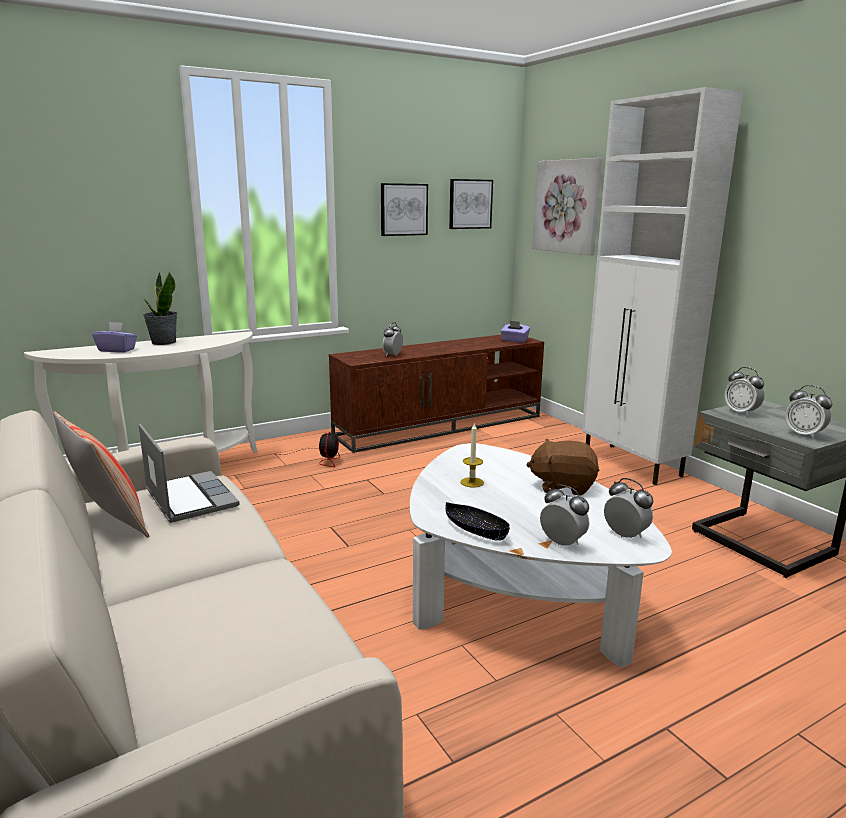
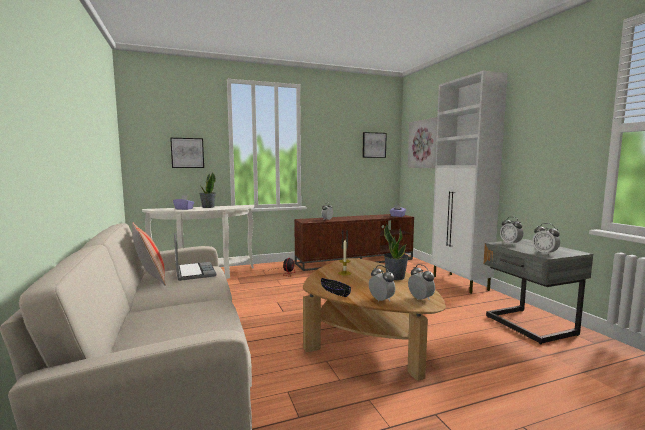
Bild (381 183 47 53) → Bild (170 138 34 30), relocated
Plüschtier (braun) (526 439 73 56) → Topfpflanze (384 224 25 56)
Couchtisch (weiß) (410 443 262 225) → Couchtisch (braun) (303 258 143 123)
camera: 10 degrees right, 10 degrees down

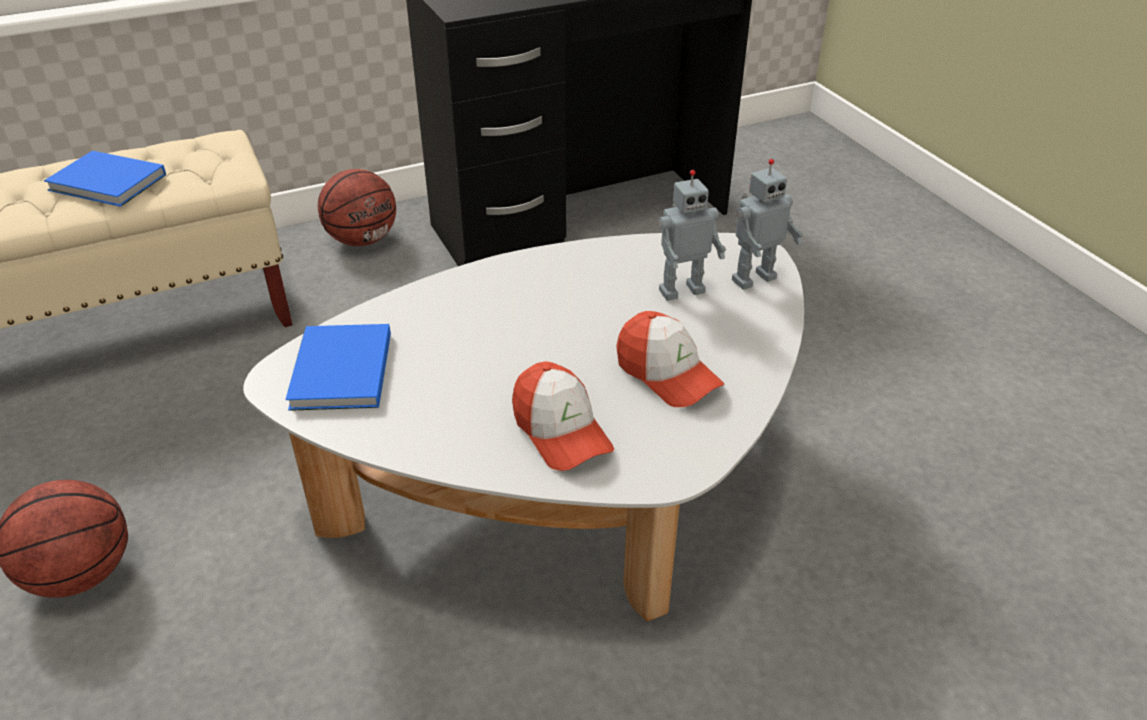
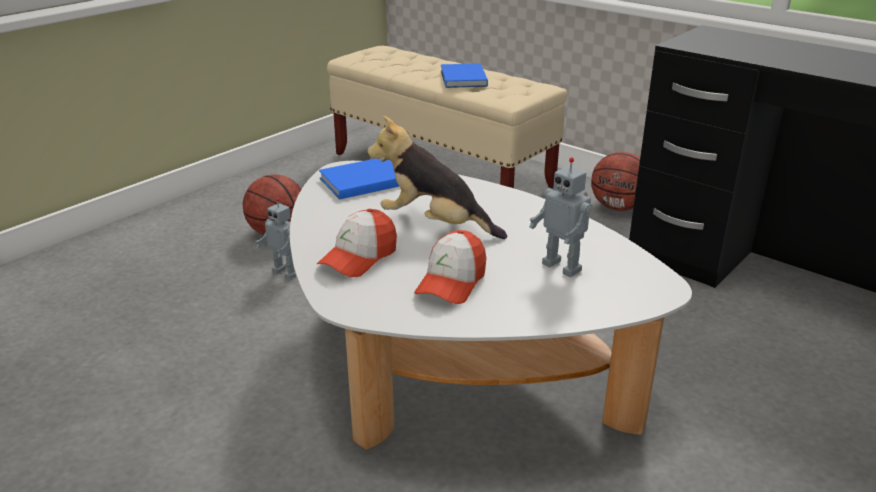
Spielzeugroboter (732 159 72 131) → Spielzeugroboter (256 198 40 82), relocated
- → Plüschtier (367 116 140 123)
camera: 65 degrees right, 10 degrees down

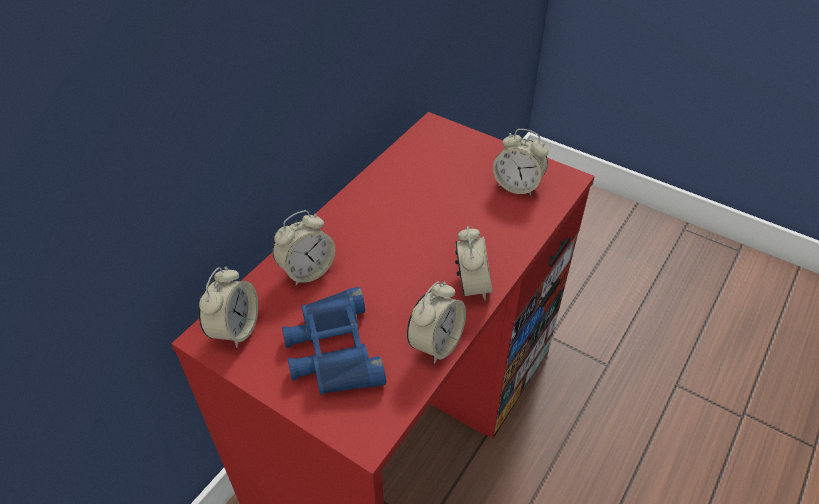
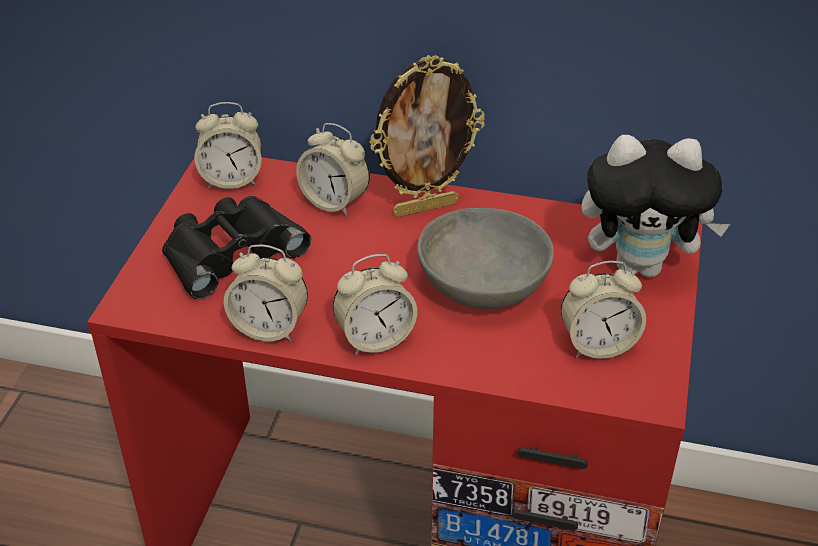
Wecker (493 129 56 67) → Wecker (561 261 85 98), 105 degrees counterclockwise
Fernglas (blau) (282 287 104 108) → Fernglas (schwarz) (162 196 149 103)
- → Bilderrahmen (369 55 116 162)
- → Plüschtier (581 135 149 143)
- → Schüssel (grau) (417 208 137 101)
camera: 70 degrees right, 5 degrees down

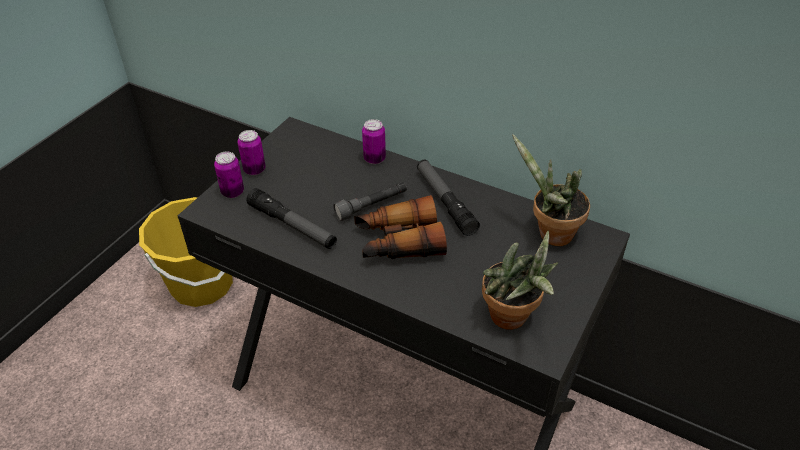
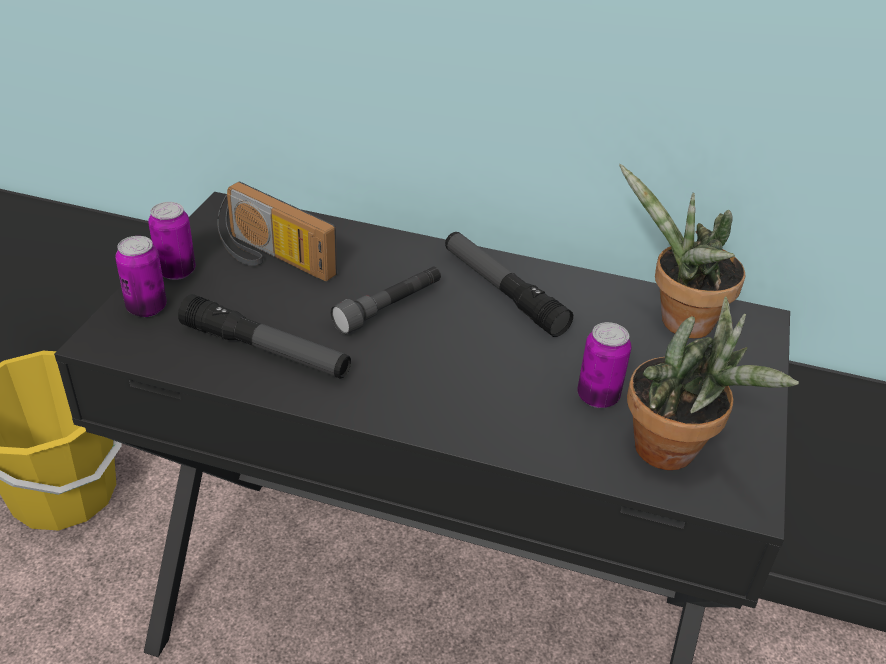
Dose (362 119 24 45) → Dose (577 322 54 86), relocated
Fernglas (354 195 93 64) → -
- → Radio (217 182 120 99)
camera: 15 degrees left, 5 degrees down

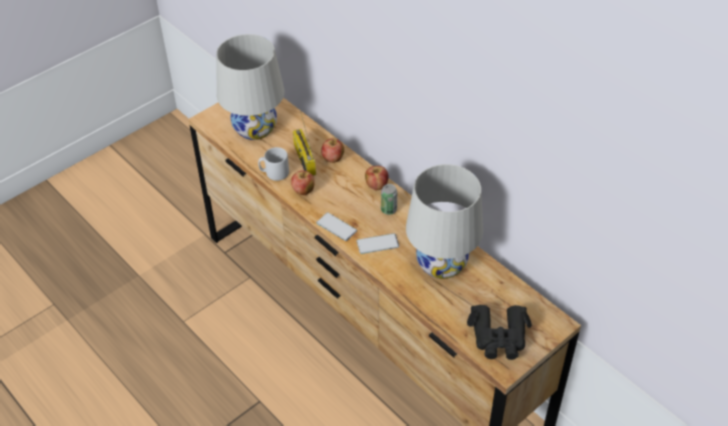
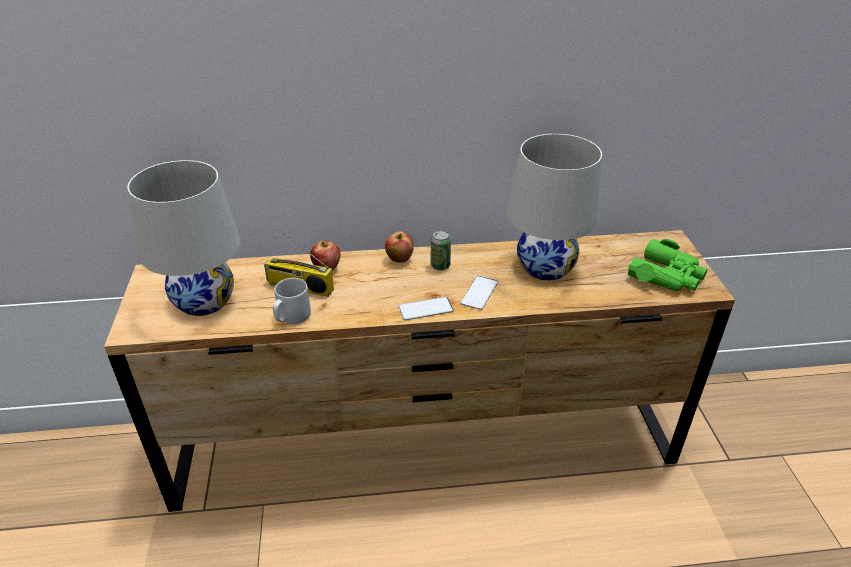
Apfel (291 170 24 25) → -
Fernglas (schwarz) (467 305 65 55) → Fernglas (grün) (628 239 79 52)
camera: 55 degrees left, 10 degrees down

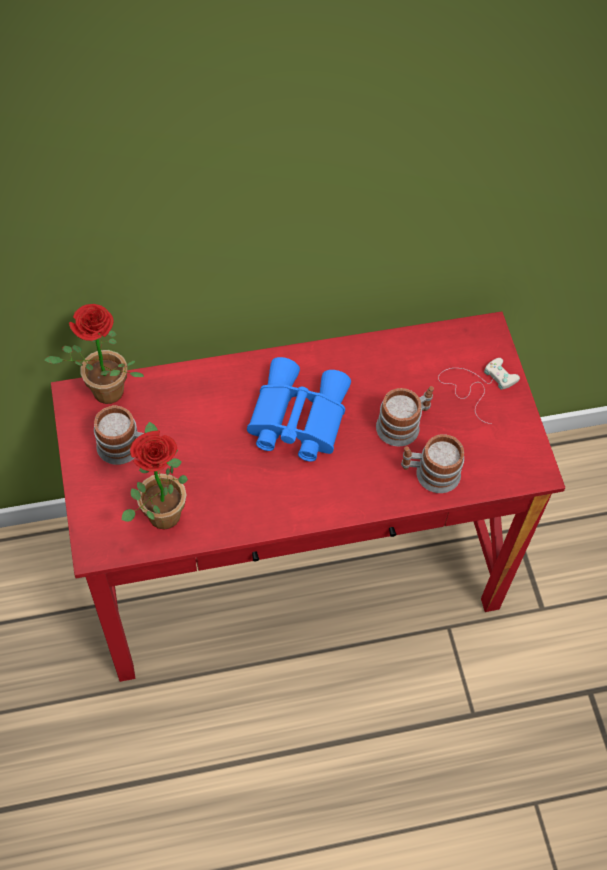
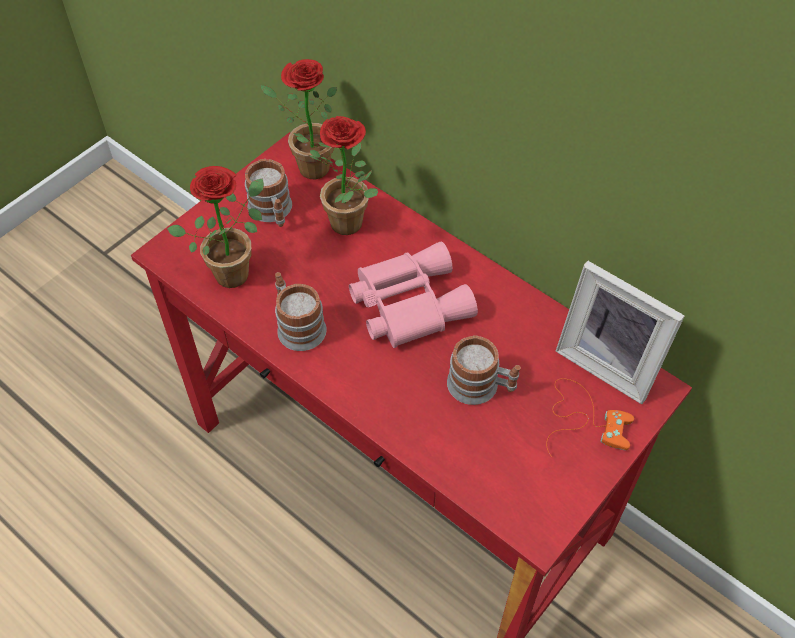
Fernglas (blau) (247 357 104 105) → Fernglas (rosa) (349 241 129 107)
Gamepad (weiß) (438 358 82 66) → Gamepad (orange) (546 378 88 79)
Henkelbecher (401 434 63 59) → Henkelbecher (275 272 52 79), relocated
- → Topfpflanze (308 116 70 119)
- → Bilderrahmen (556 261 129 143)
camera: 55 degrees right, 5 degrees down

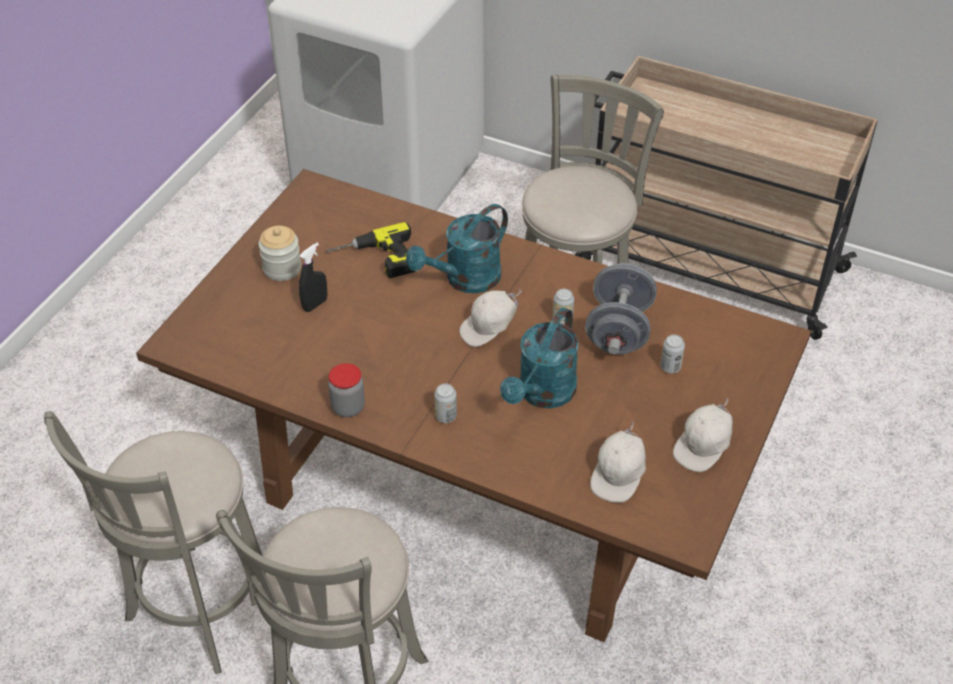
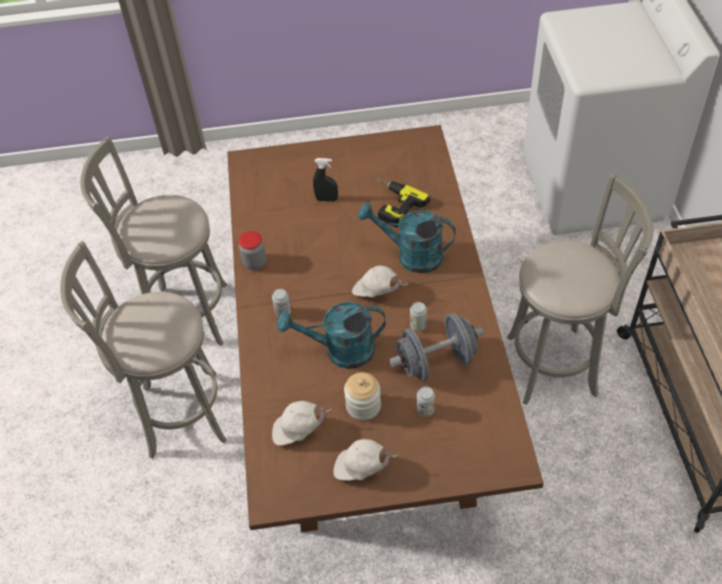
Vorratsglas (259 226 42 55) → Vorratsglas (344 372 37 49), relocated
camera: 60 degrees right, 5 degrees up

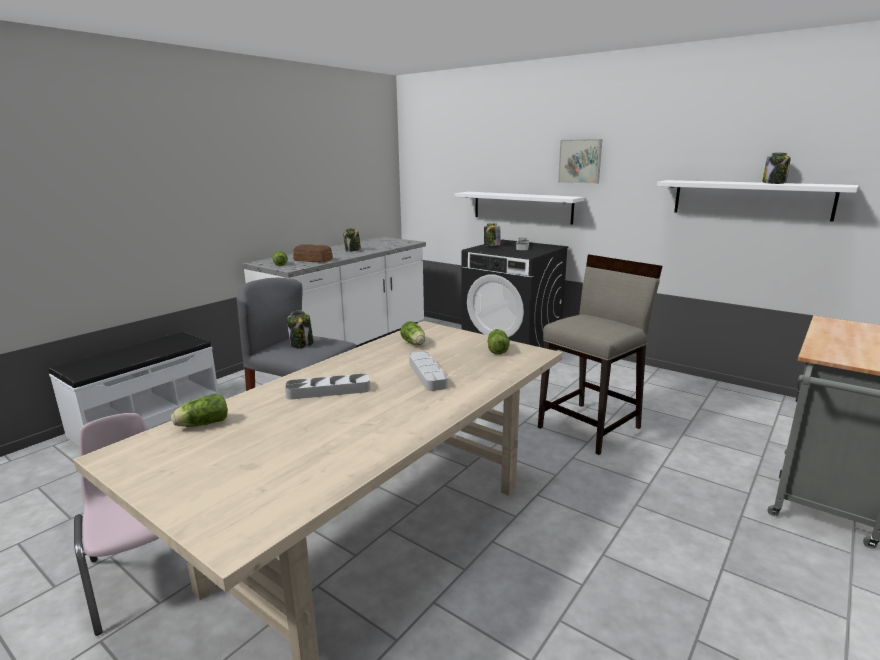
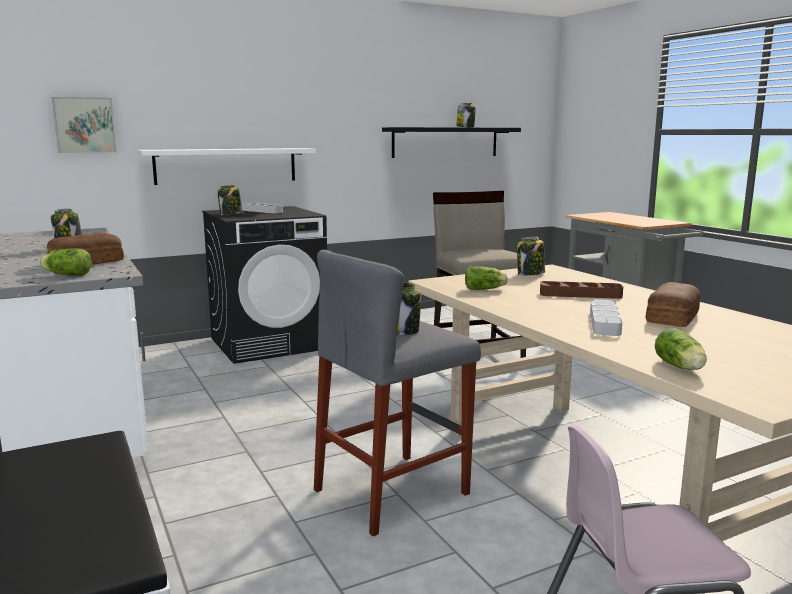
Bild (558 139 44 45) → Bild (52 97 65 56), relocated
Wandregal (weiß) (657 180 201 42) → Wandregal (schwarz) (382 127 139 31)
Salatkopf (488 329 22 26) → Vorratsglas (517 237 28 39)
Tablett (grau) (409 351 39 40) → Tablett (braun) (540 281 83 18)
- → Brot (645 282 56 45)
camera: 65 degrees left, 5 degrees down

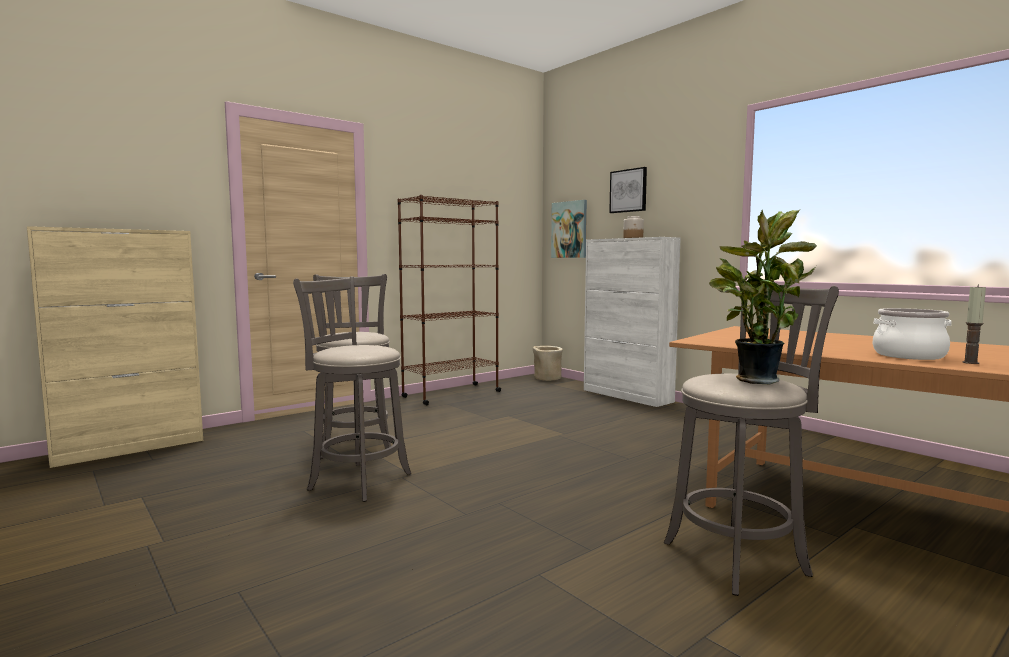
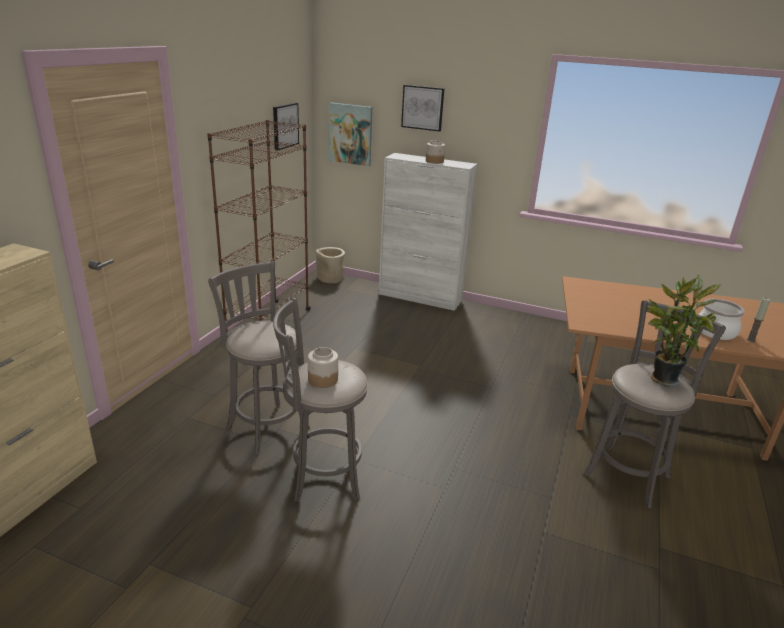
- → Bild (273 103 26 48)
- → Vorratsglas (308 347 30 41)
camera: 30 degrees left, 20 degrees up

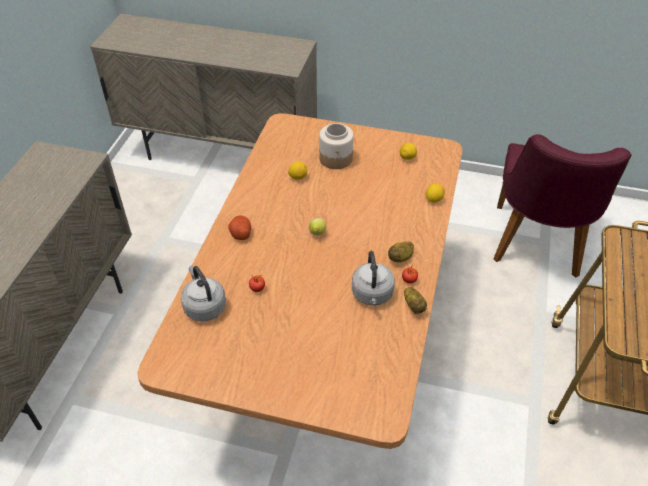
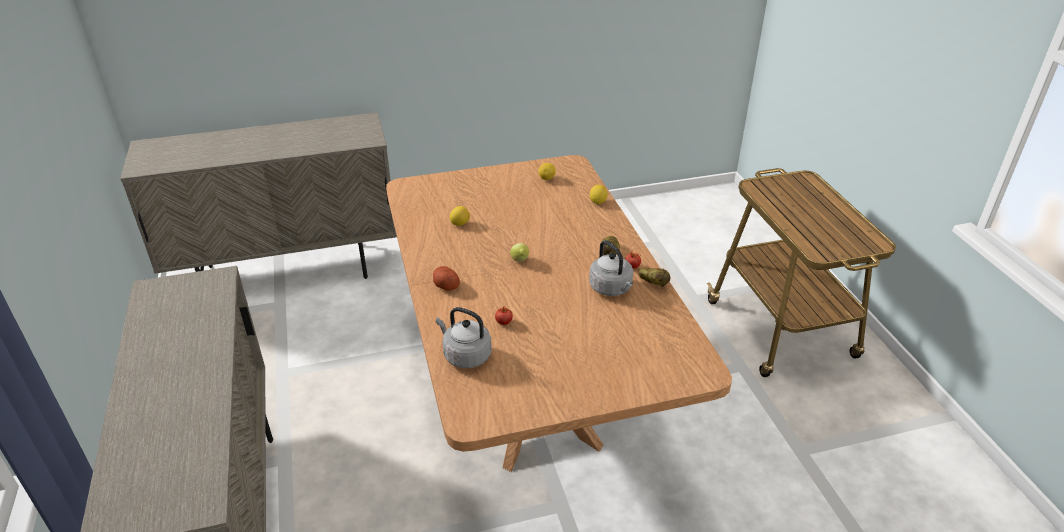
Vorratsglas (319 123 35 46) → -
Stuhl (lila) (493 134 139 144) → -
camera: 30 degrees left, 10 degrees down

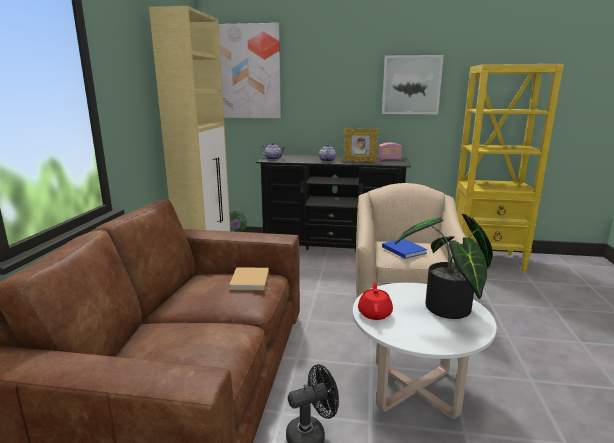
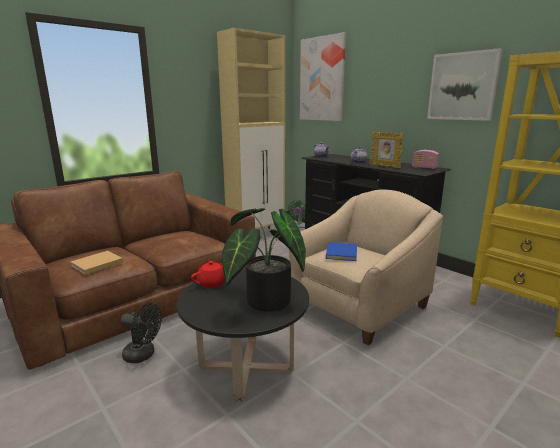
Buch (beige) (229 268 40 22) → Buch (beige) (70 251 53 24), relocated
Couchtisch (weiß) (353 283 144 136) → Couchtisch (schwarz) (177 269 132 133)
camera: 40 degrees right, 0 degrees up

